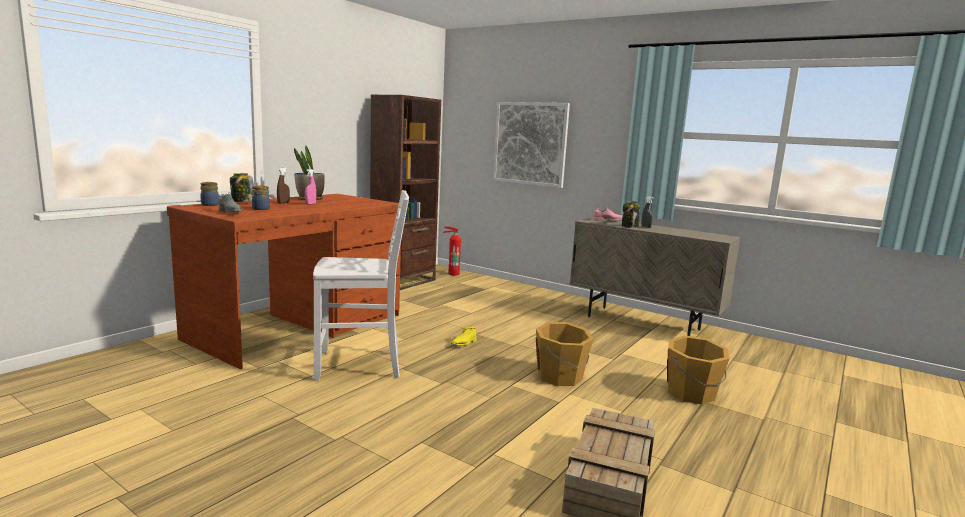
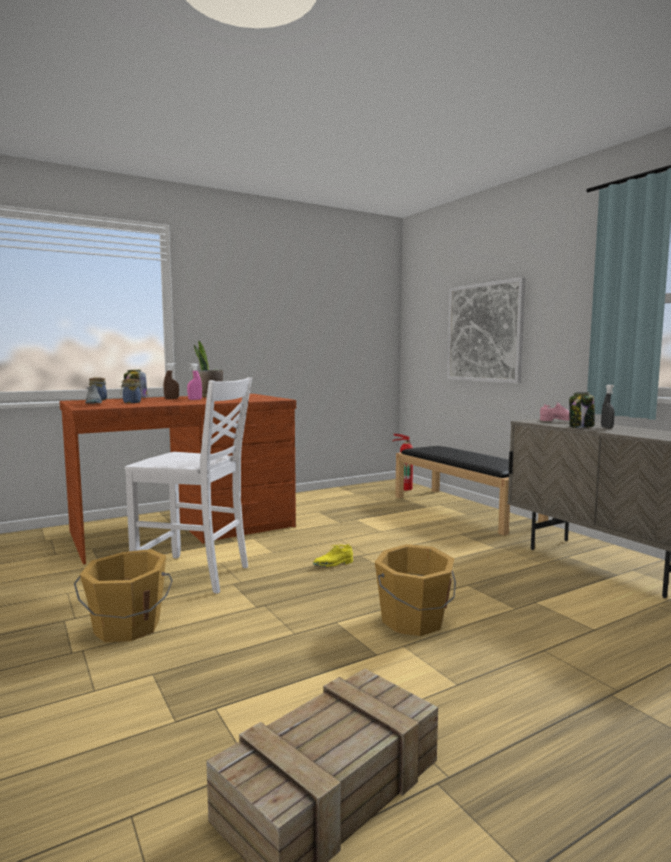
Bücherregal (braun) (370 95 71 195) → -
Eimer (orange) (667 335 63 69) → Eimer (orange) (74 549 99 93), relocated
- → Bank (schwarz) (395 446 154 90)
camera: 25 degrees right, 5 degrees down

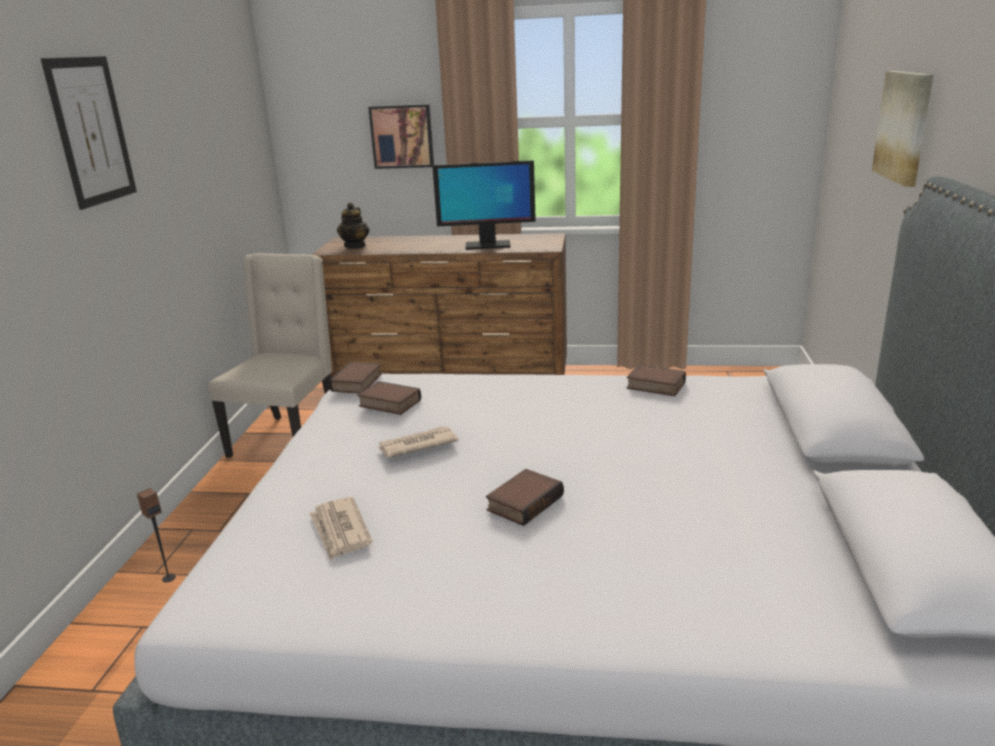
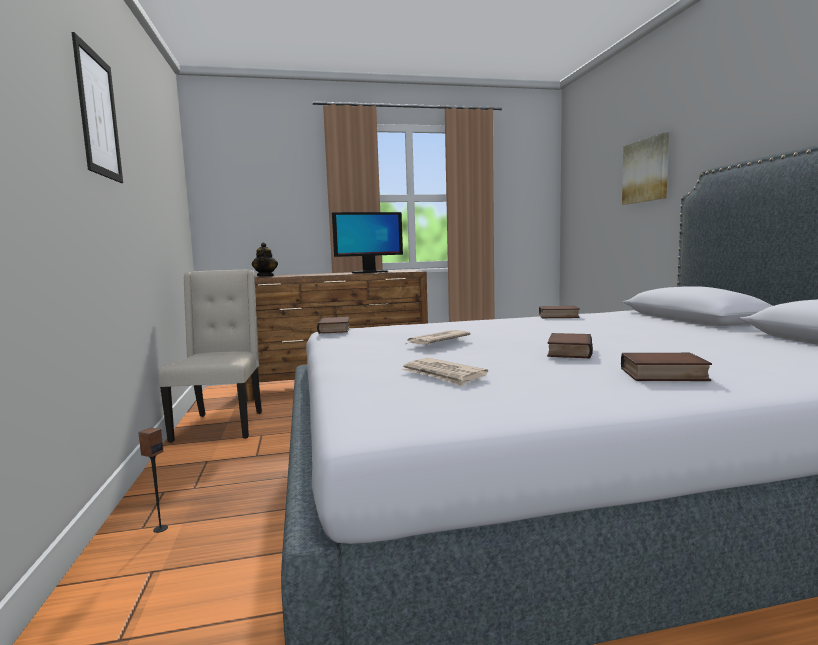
Bild (368 104 66 65) → -
Buch (357 381 64 34) → Buch (621 353 91 28), relocated
camera: 20 degrees left, 15 degrees down

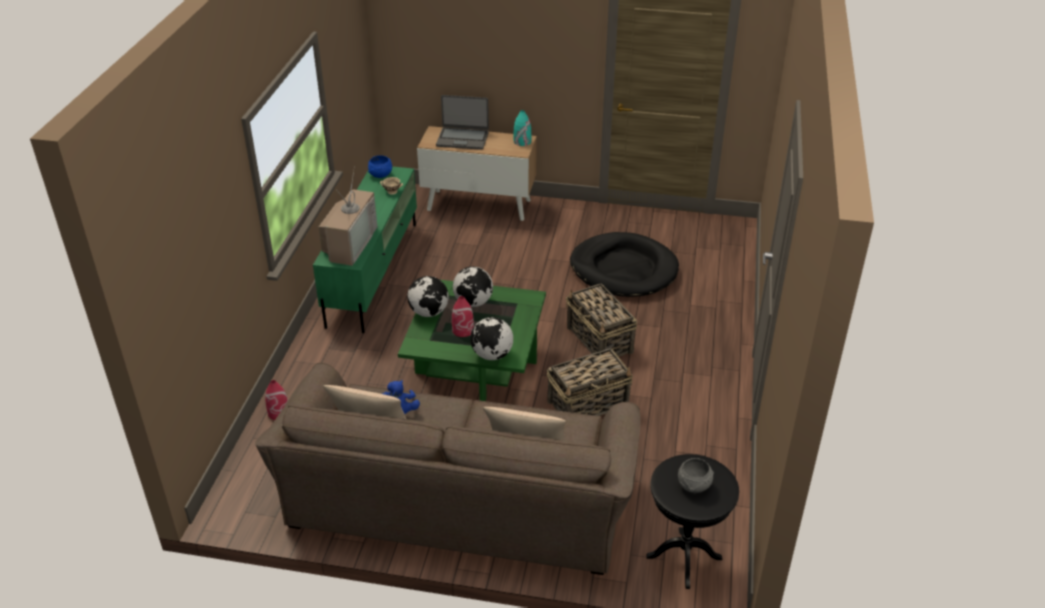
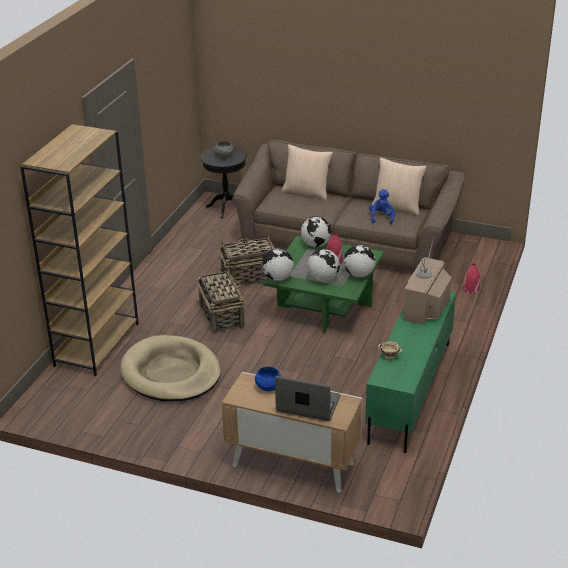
Vase (türkis) (514 110 17 36) → -
Schüssel (blau) (368 155 24 23) → Schüssel (blau) (255 366 27 25), relocated
Hundebett (schwarz) (570 232 109 65) → Hundebett (beige) (120 335 101 67)
- → Bücherregal (braun) (20 124 119 252)
- → Globus (262 249 32 32)
camera: 170 degrees left, 5 degrees down

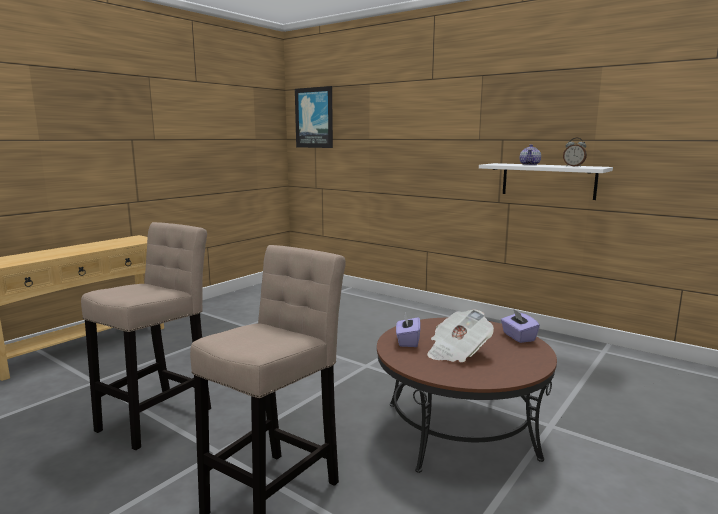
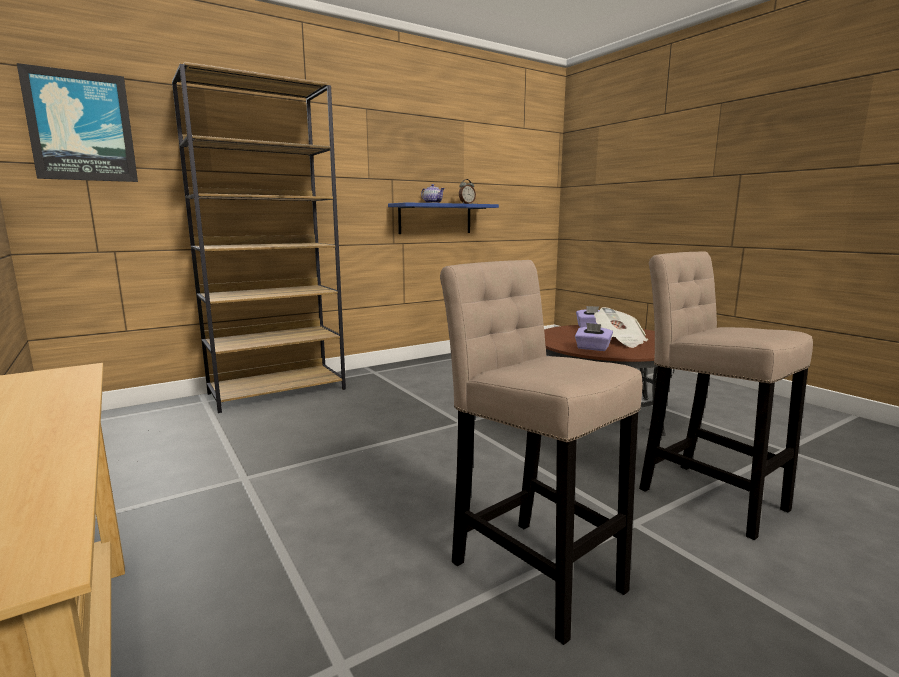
Wandregal (weiß) (479 163 134 37) → Wandregal (blau) (388 202 111 32)
- → Bücherregal (braun) (172 62 174 351)
camera: 70 degrees left, 0 degrees up

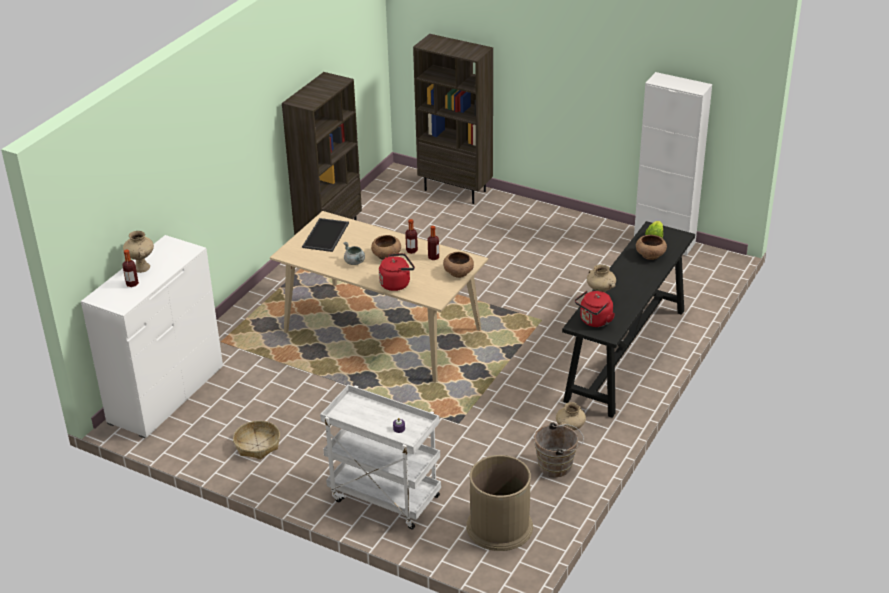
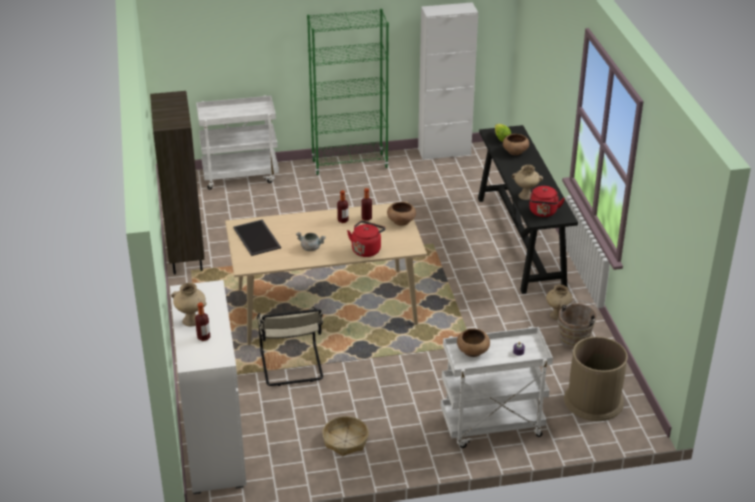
Bücherregal (braun) (413 34 80 170) → Rollwagen (weiß) (196 95 83 95)
Schüssel (braun) (371 235 30 25) → Schüssel (braun) (457 329 33 28), relocated
- → Bücherregal (grün) (307 9 82 166)
- → Stuhl (beige) (257 307 66 79)
camera: 40 degrees left, 0 degrees up

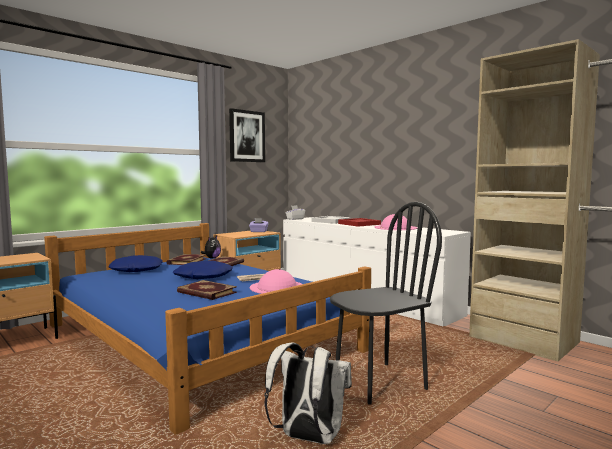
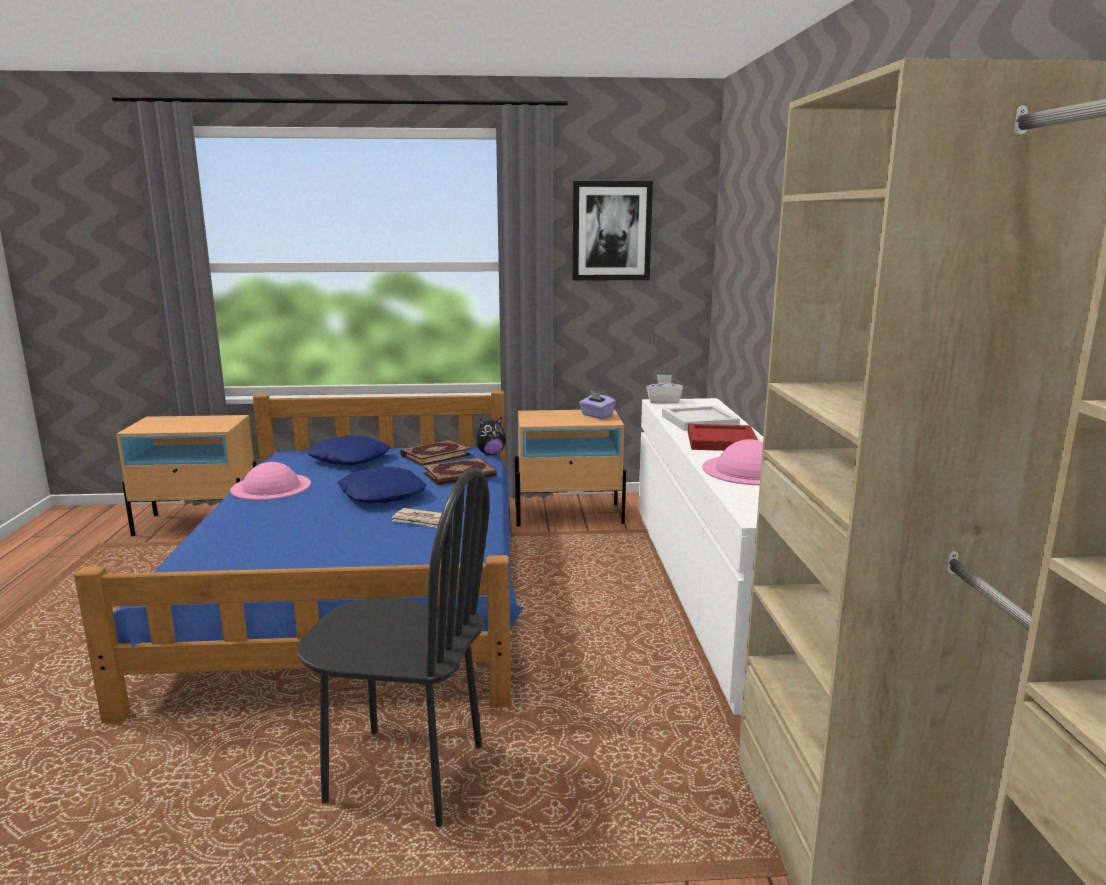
Hut (rosa) (250 269 52 25) → Hut (rosa) (230 462 81 38), relocated
Buch (177 280 60 20) → -
Rucksack (weiß) (264 343 88 101) → -
camera: 40 degrees right, 10 degrees up

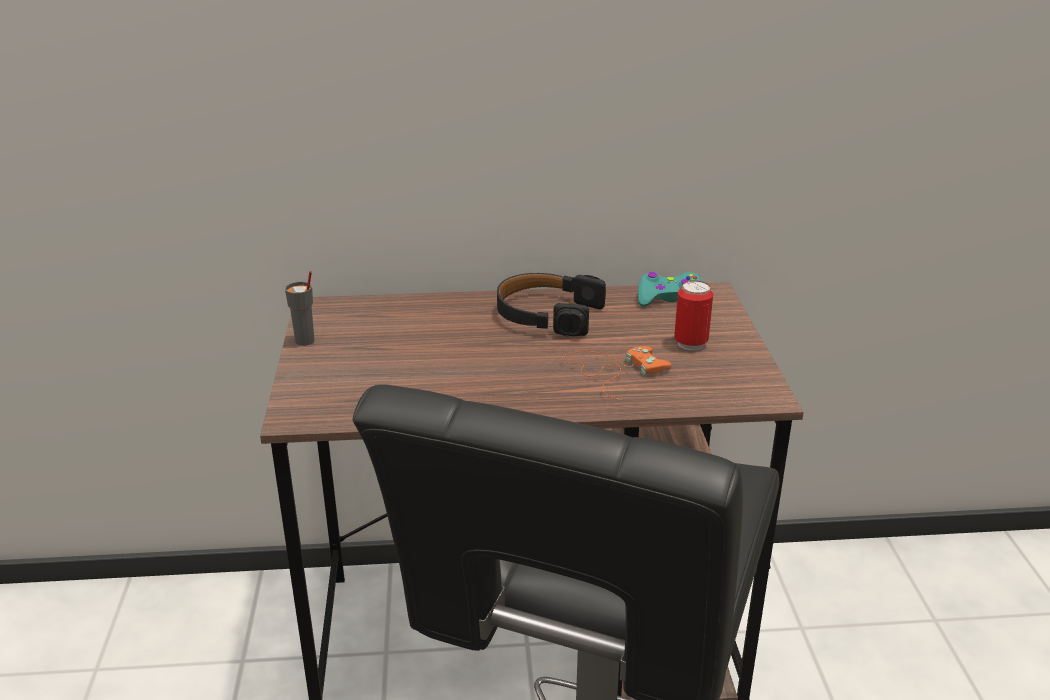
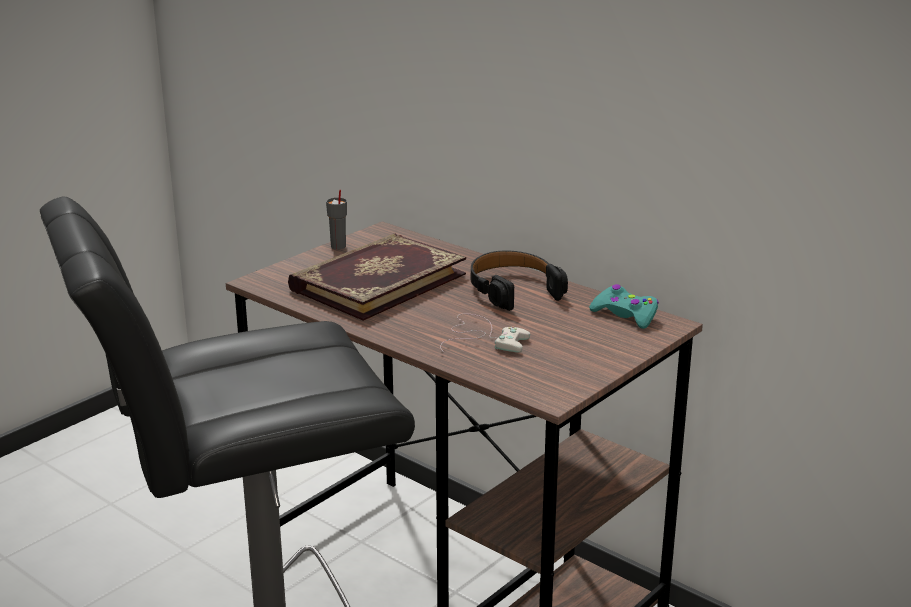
Dose (674 280 39 71) → -
Gamepad (orange) (562 346 109 54) → Gamepad (weiß) (440 313 90 40)
- → Buch (288 234 178 87)
camera: 45 degrees right, 5 degrees down

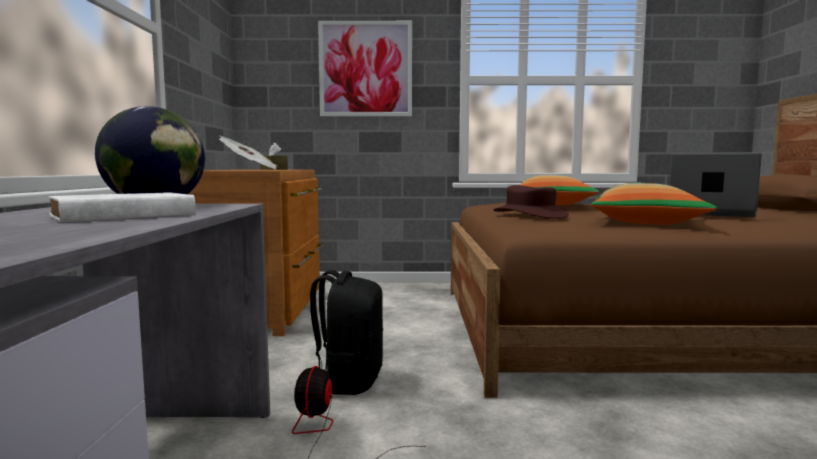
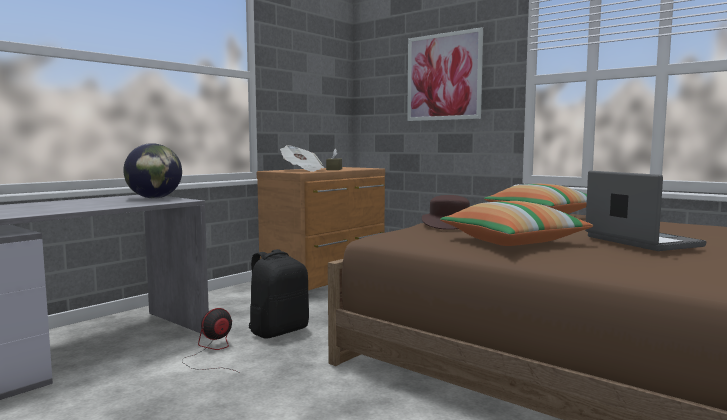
Buch (weiß) (48 192 148 30) → -
camera: 40 degrees right, 0 degrees up

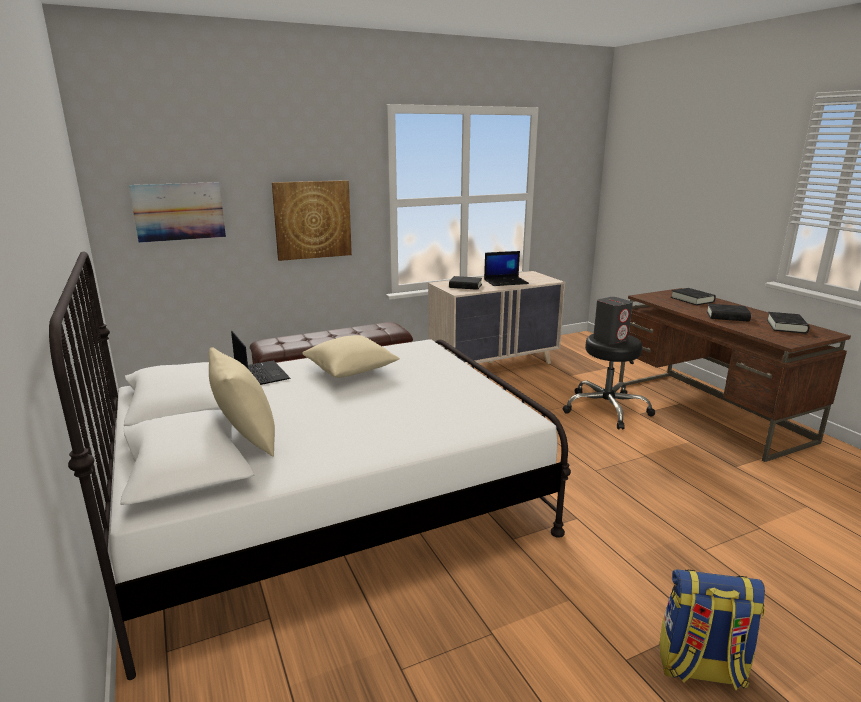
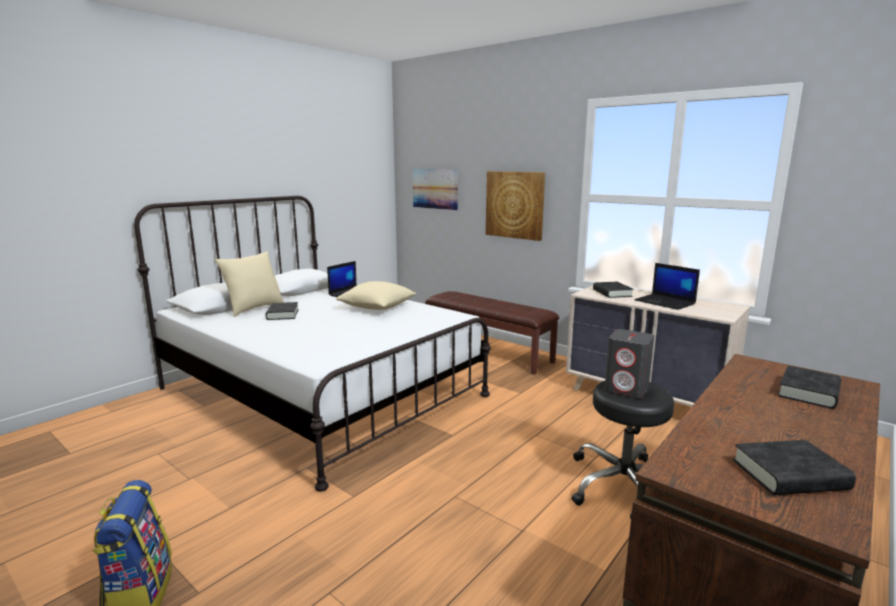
Buch (schwarz) (707 304 44 18) → Buch (schwarz) (266 302 33 18), relocated
camera: 65 degrees right, 5 degrees down

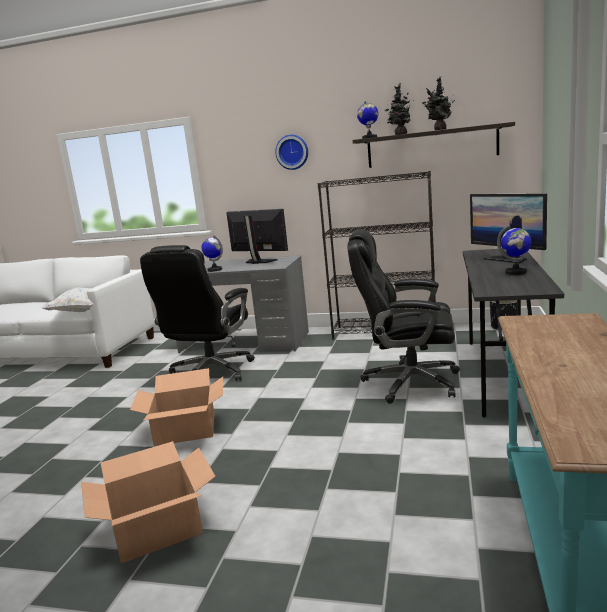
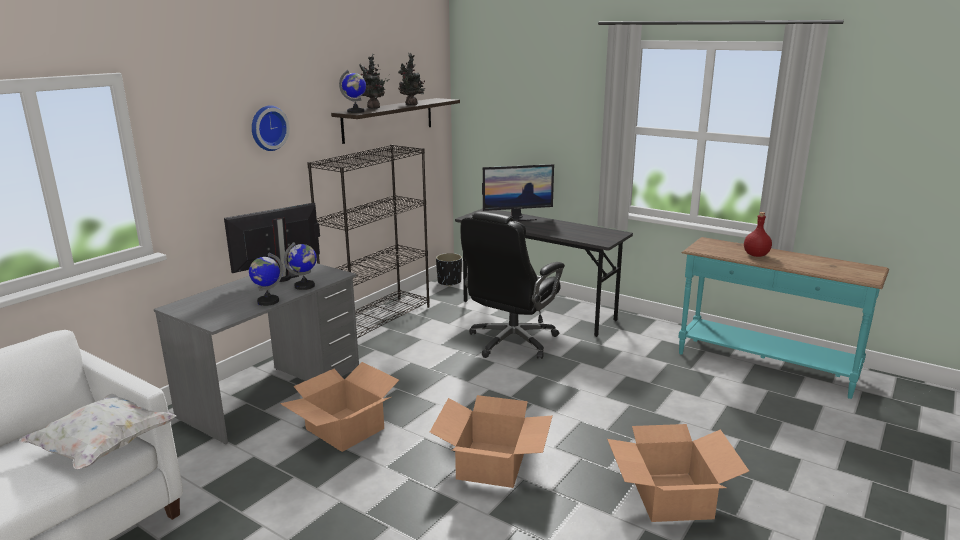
Globus (497 225 34 50) → Globus (284 242 33 48), relocated
Bürostuhl (schwarz) (140 245 115 136) → Karton (280 362 119 90)
- → Flasche (rot) (744 212 28 45)
camera: 70 degrees left, 5 degrees up

